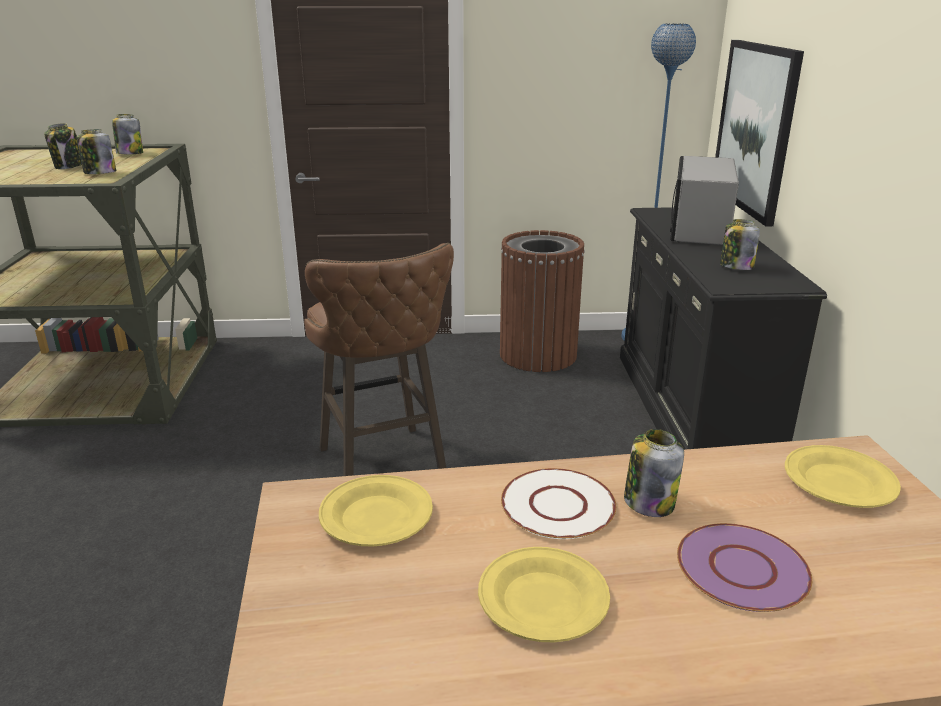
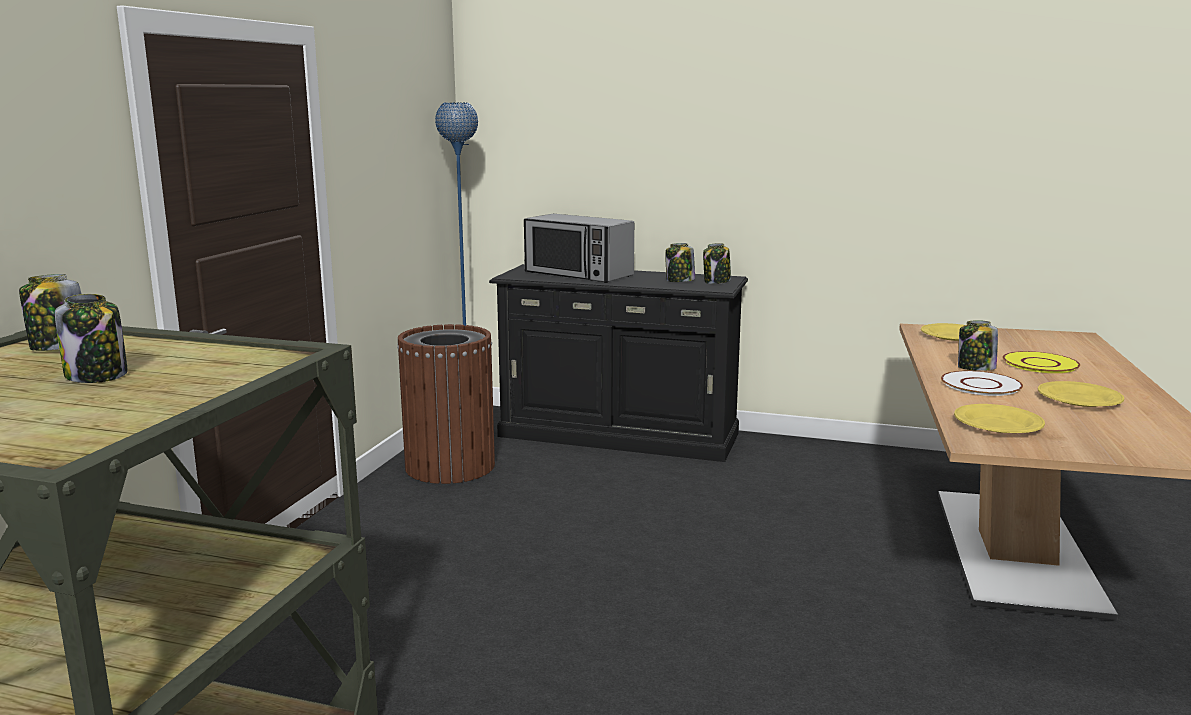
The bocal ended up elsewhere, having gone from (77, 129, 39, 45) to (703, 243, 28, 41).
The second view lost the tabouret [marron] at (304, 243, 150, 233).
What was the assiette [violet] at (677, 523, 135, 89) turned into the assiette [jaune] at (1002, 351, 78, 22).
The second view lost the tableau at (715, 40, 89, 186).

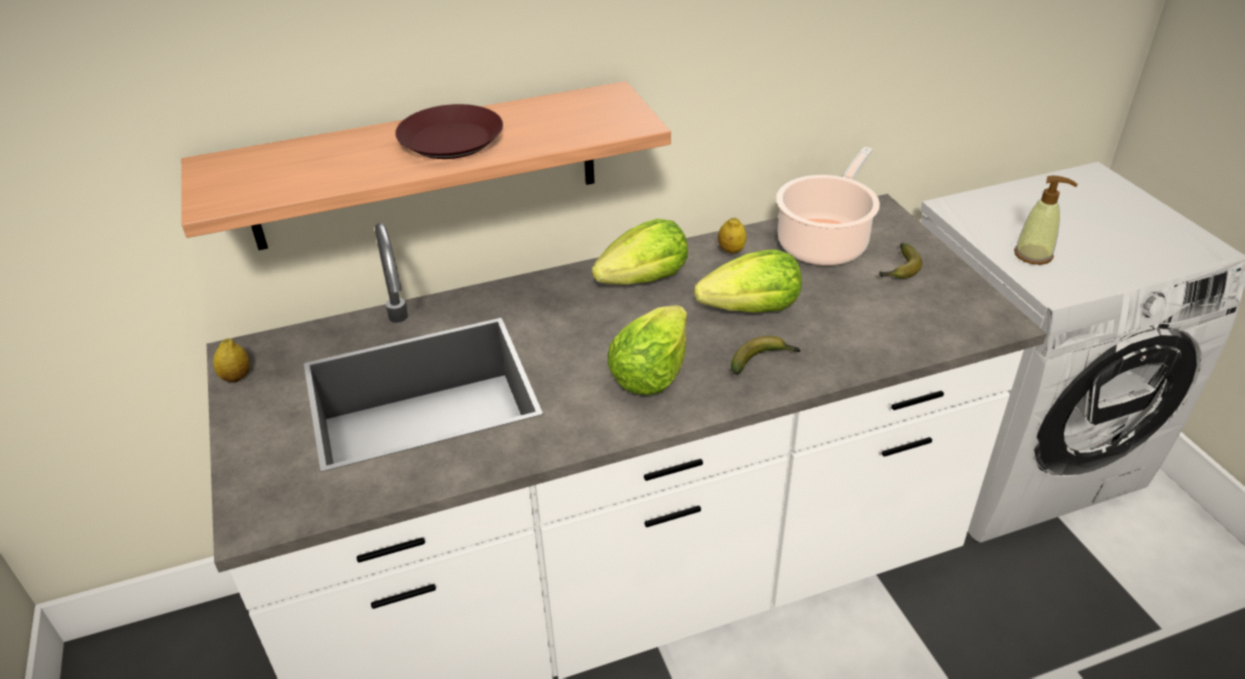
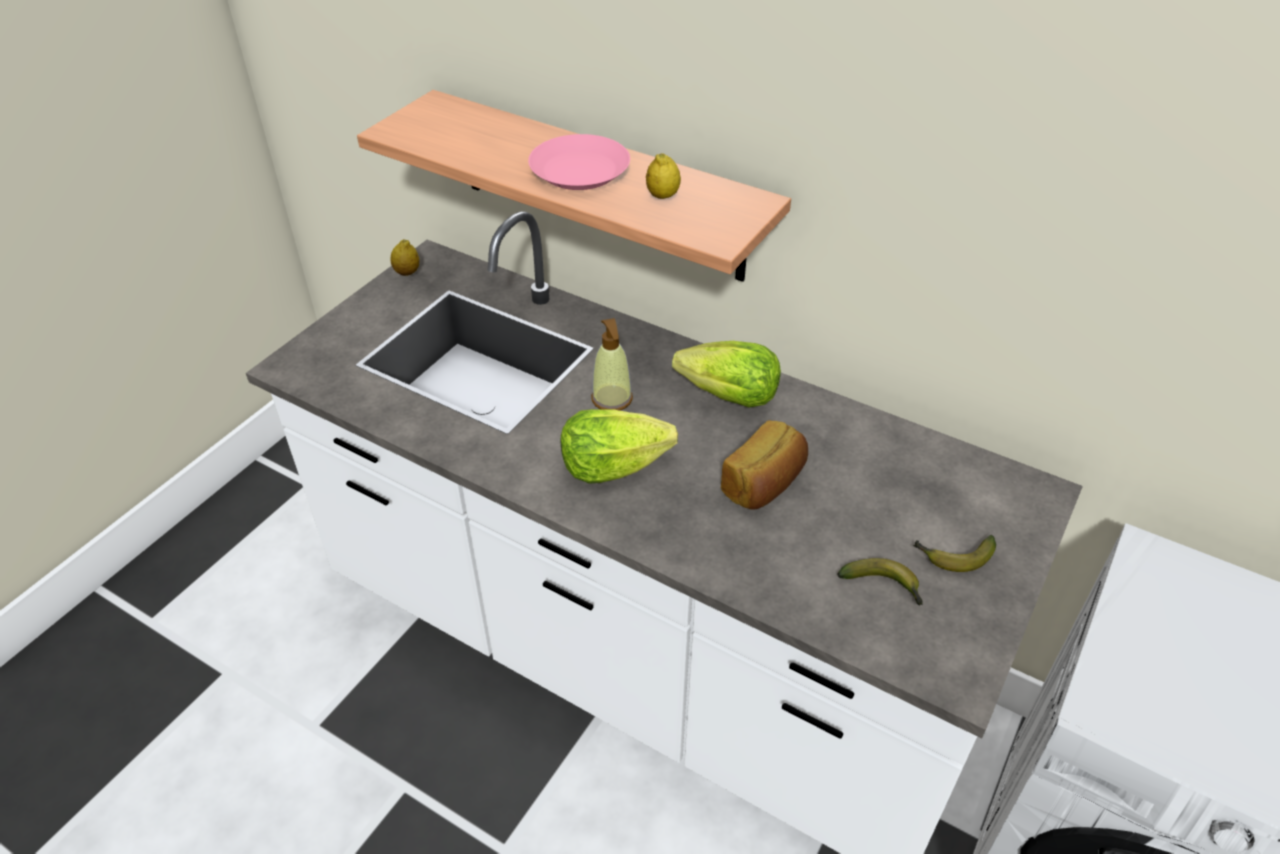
What was the assiette [marron] at (395, 104, 108, 55) turned into the assiette [rose] at (528, 134, 102, 56).
Where the laitue stood at (695, 249, 107, 64), the pain came to stand at (721, 420, 87, 89).
The citron ended up elsewhere, having gone from (718, 217, 29, 36) to (646, 153, 35, 46).
The banane ended up elsewhere, having gone from (731, 336, 70, 39) to (837, 558, 86, 48).
The second view lost the marmite at (776, 147, 104, 119).
The distributeur de savon ended up elsewhere, having gone from (1014, 176, 63, 89) to (591, 318, 42, 93).

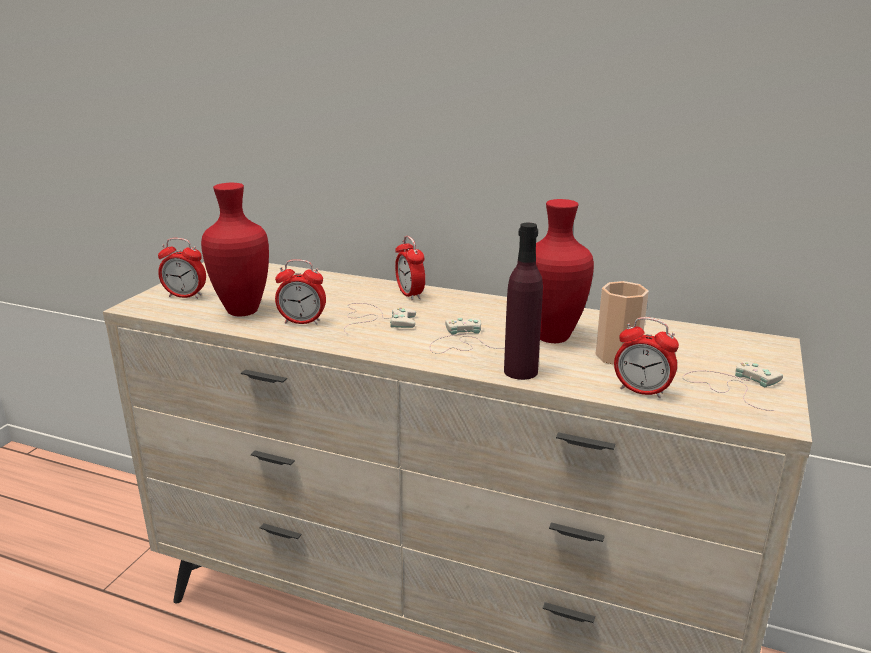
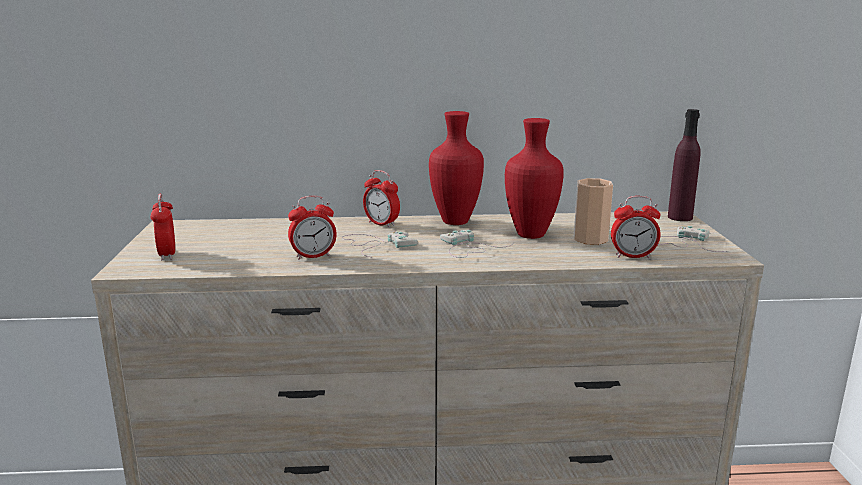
The réveil at (158, 238, 48, 61) ended up facing another way, 90 degrees clockwise from before.
The vase [rouge] ended up elsewhere, having gone from (201, 183, 68, 133) to (429, 111, 55, 114).
The bouteille [violet] ended up elsewhere, having gone from (504, 223, 39, 157) to (668, 109, 33, 112).

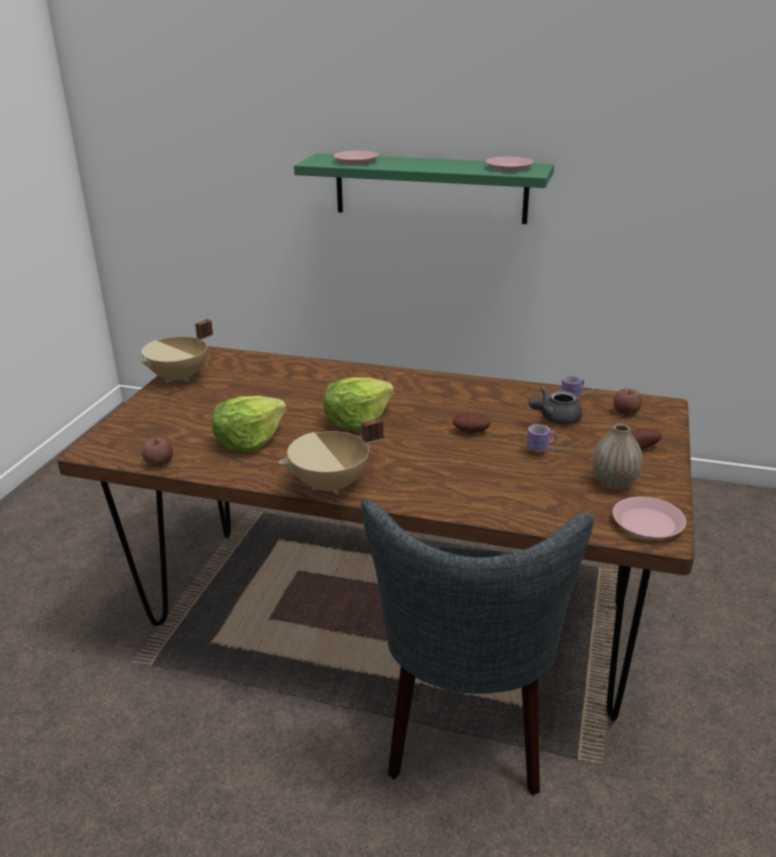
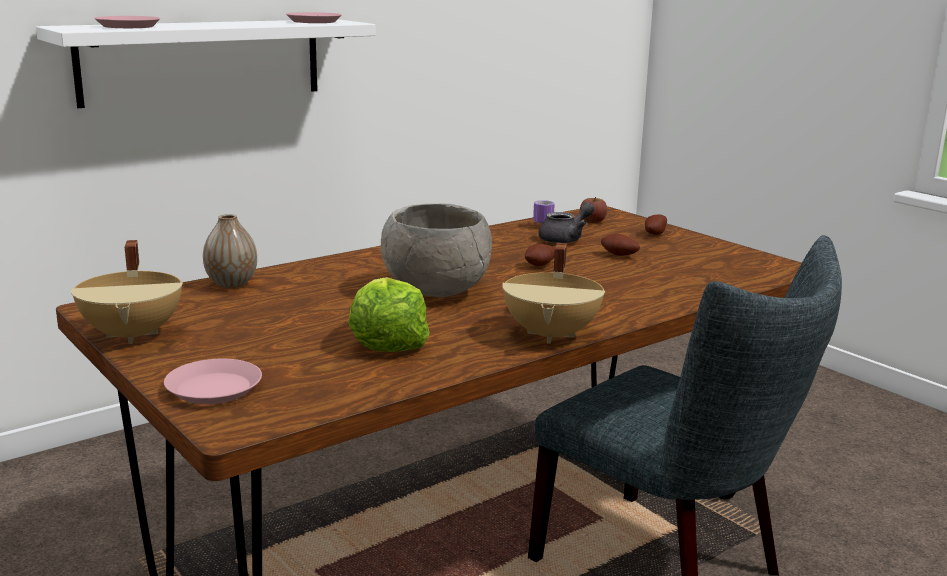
The second view lost the pomme at (142, 438, 31, 29).
What was the étagère [vert] at (294, 153, 260, 71) turned into the étagère [blanc] at (36, 19, 339, 89).
Where the laitue stood at (323, 377, 71, 55), the bol [gris] came to stand at (381, 203, 111, 94).
Where the mug stood at (527, 424, 45, 28), the pomme de terre came to stand at (601, 234, 39, 22).
The théière [gris] at (529, 387, 53, 37) ended up facing another way, 135 degrees counterclockwise from before.
The vase ended up elsewhere, having gone from (592, 424, 51, 66) to (203, 214, 54, 74).
The assiette [rose] ended up elsewhere, having gone from (612, 496, 74, 44) to (164, 359, 98, 45).

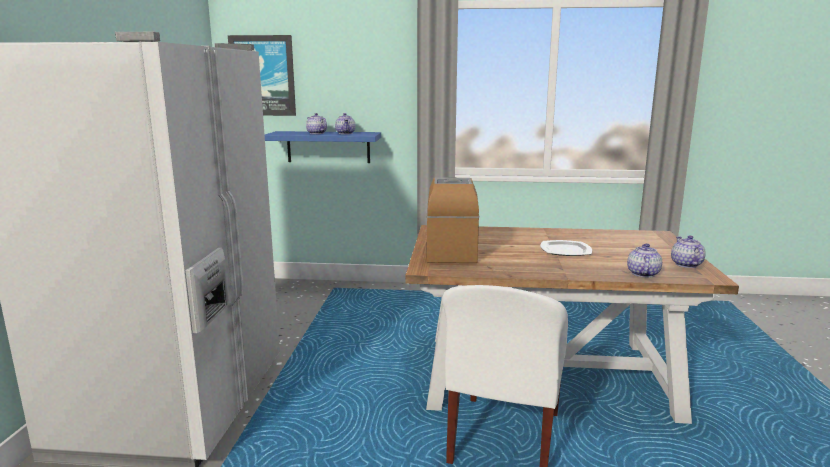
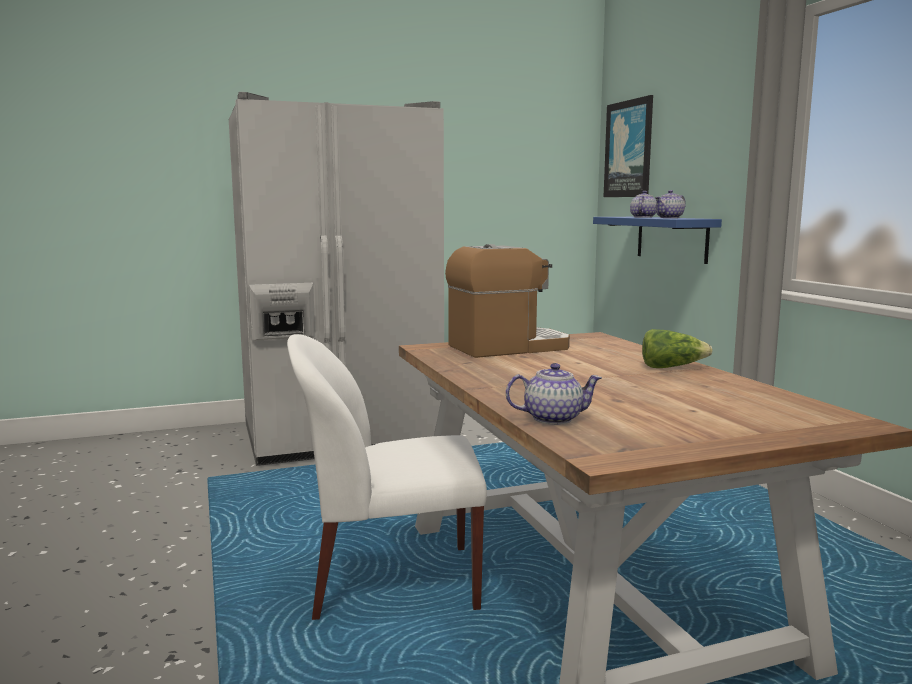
The second view lost the assiette at (540, 240, 52, 16).
The second view lost the théière at (671, 235, 35, 33).
The second view gained the laitue at (642, 329, 71, 39).

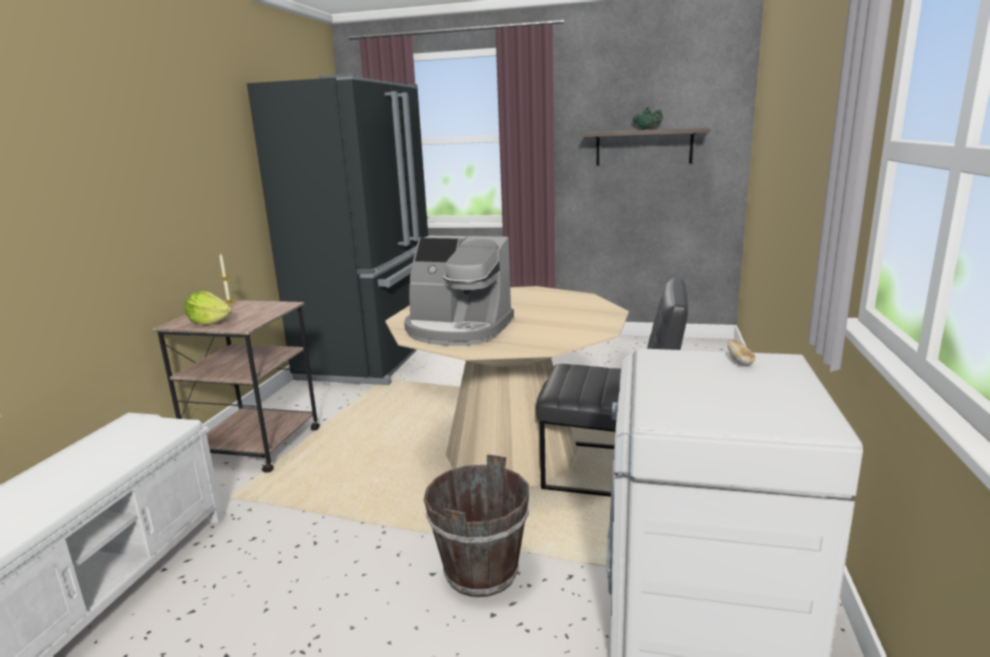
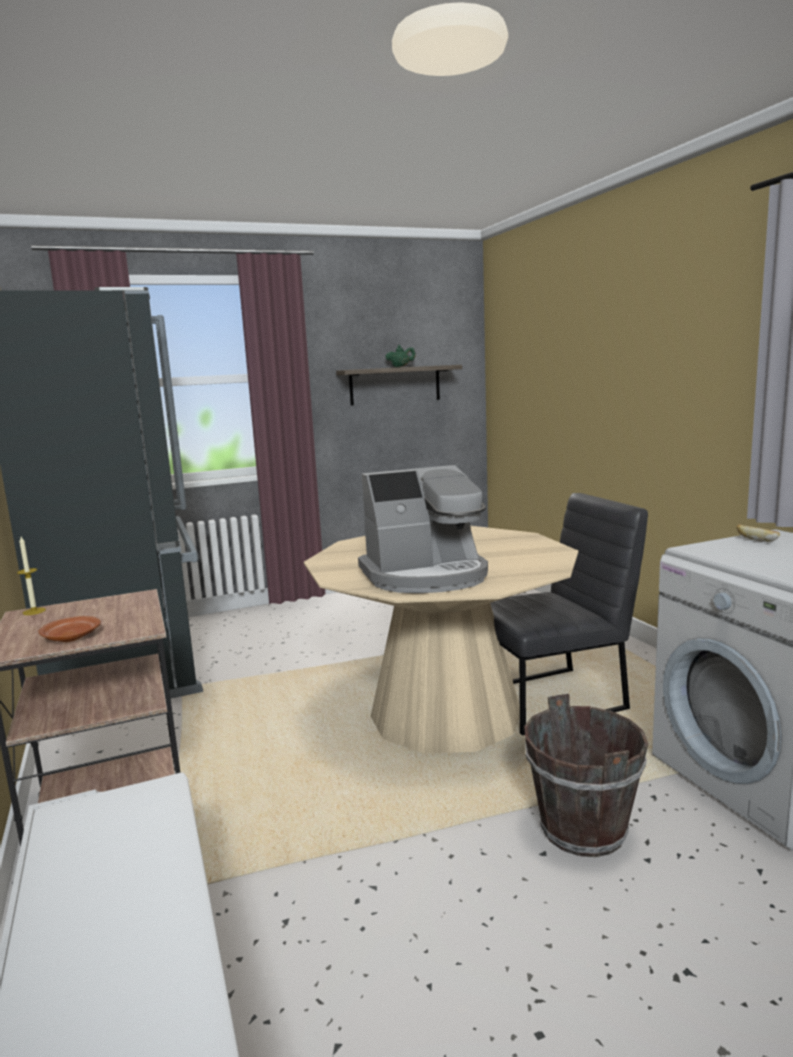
Where the laitue stood at (184, 291, 48, 34), the assiette [marron] came to stand at (39, 616, 62, 26).

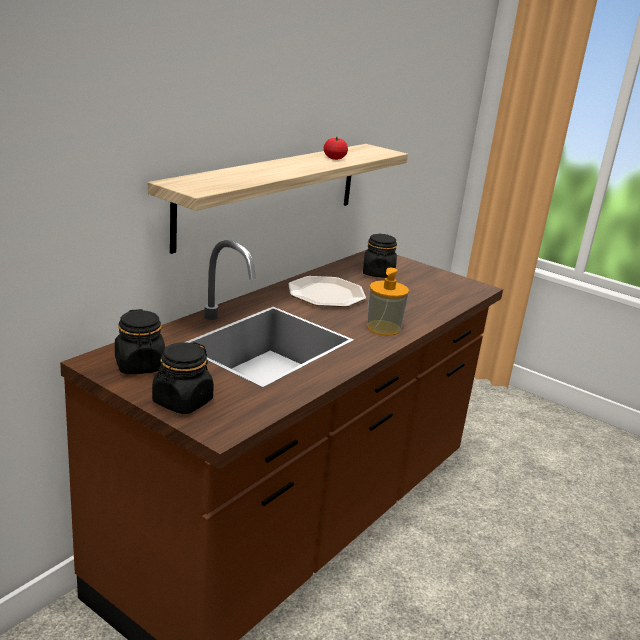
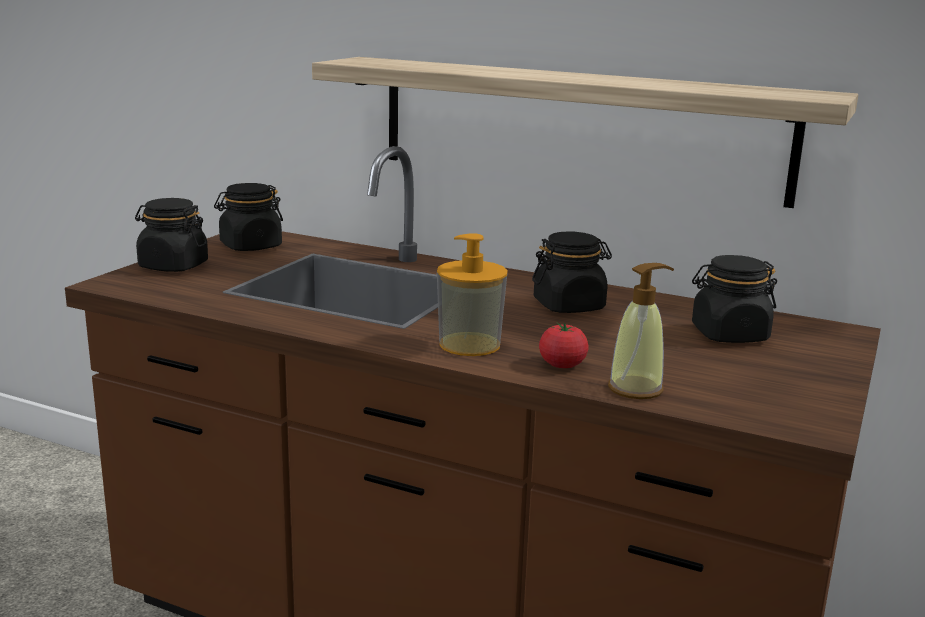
Where the assiette stood at (288, 276, 78, 31), the bocal [noir] came to stand at (532, 231, 80, 82).
The tomate ended up elsewhere, having gone from (324, 137, 24, 23) to (539, 322, 50, 46).
The second view gained the distributeur de savon at (608, 263, 66, 136).

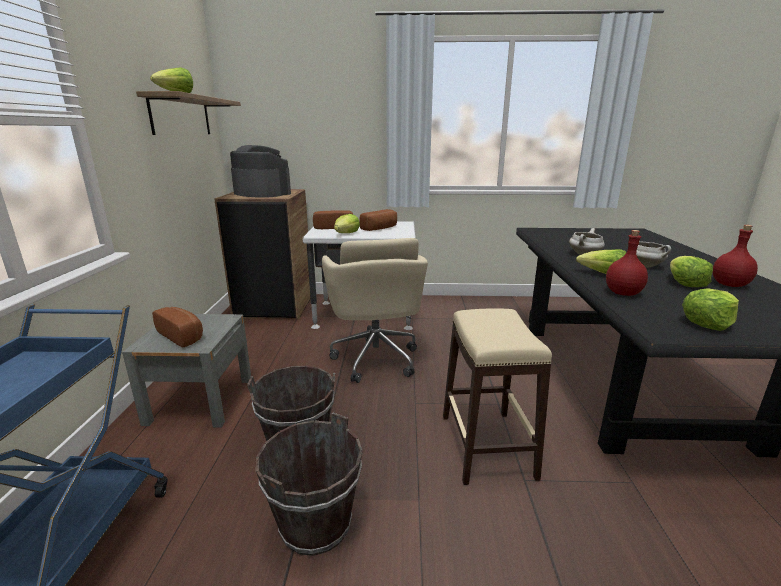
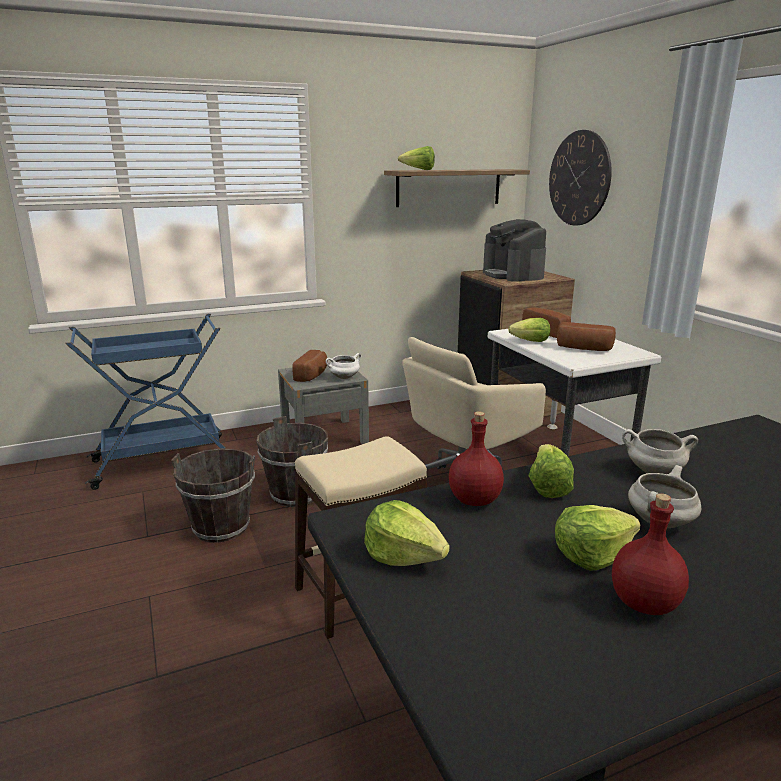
The machine à café at (230, 145, 61, 53) ended up facing another way, 150 degrees clockwise from before.
The second view gained the marmite [blanc] at (326, 353, 35, 26).
The second view gained the horloge murale at (549, 130, 63, 95).

